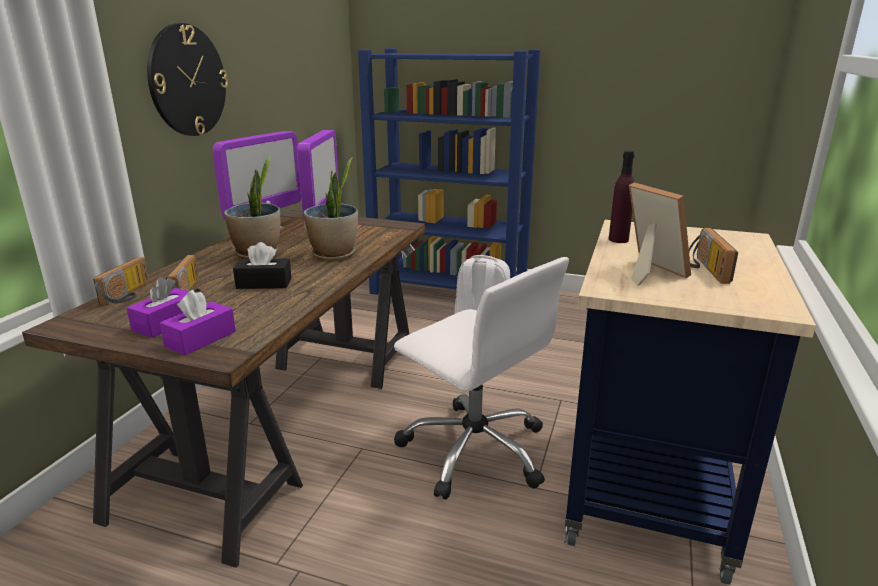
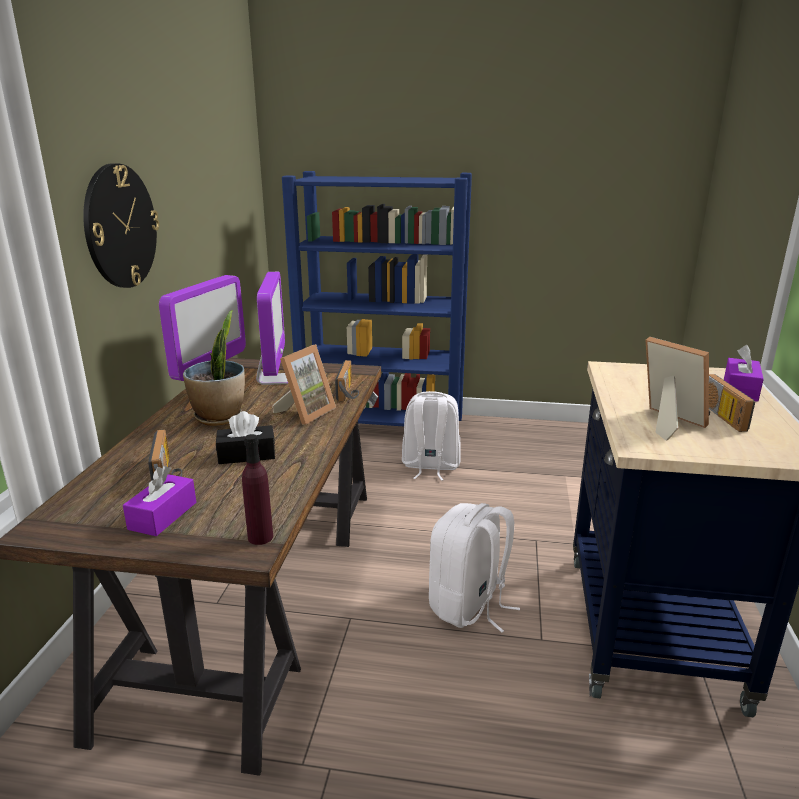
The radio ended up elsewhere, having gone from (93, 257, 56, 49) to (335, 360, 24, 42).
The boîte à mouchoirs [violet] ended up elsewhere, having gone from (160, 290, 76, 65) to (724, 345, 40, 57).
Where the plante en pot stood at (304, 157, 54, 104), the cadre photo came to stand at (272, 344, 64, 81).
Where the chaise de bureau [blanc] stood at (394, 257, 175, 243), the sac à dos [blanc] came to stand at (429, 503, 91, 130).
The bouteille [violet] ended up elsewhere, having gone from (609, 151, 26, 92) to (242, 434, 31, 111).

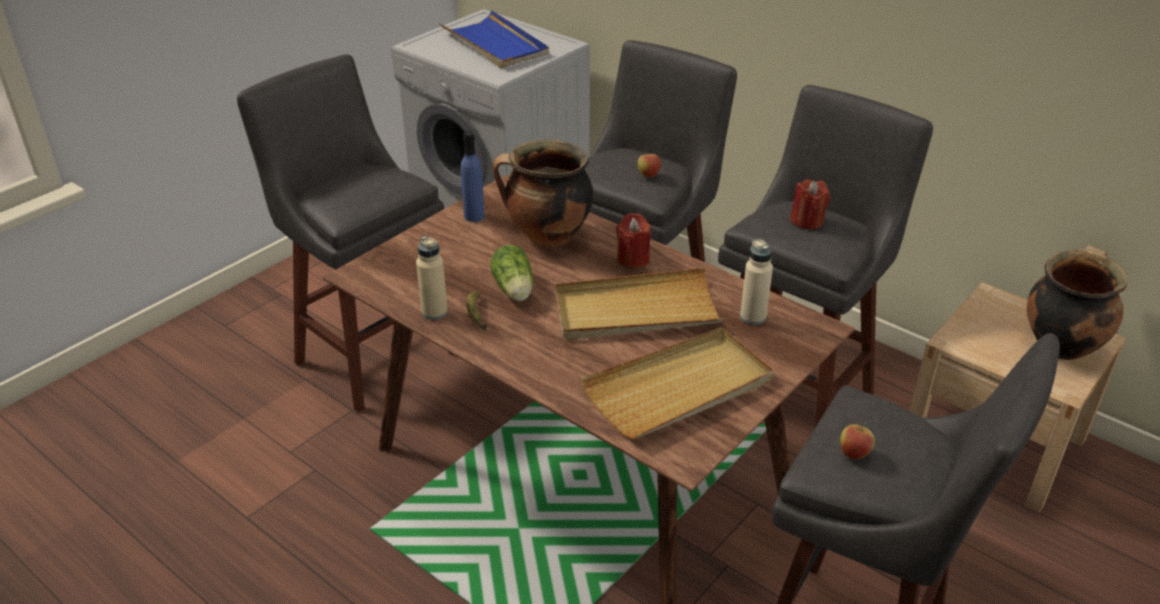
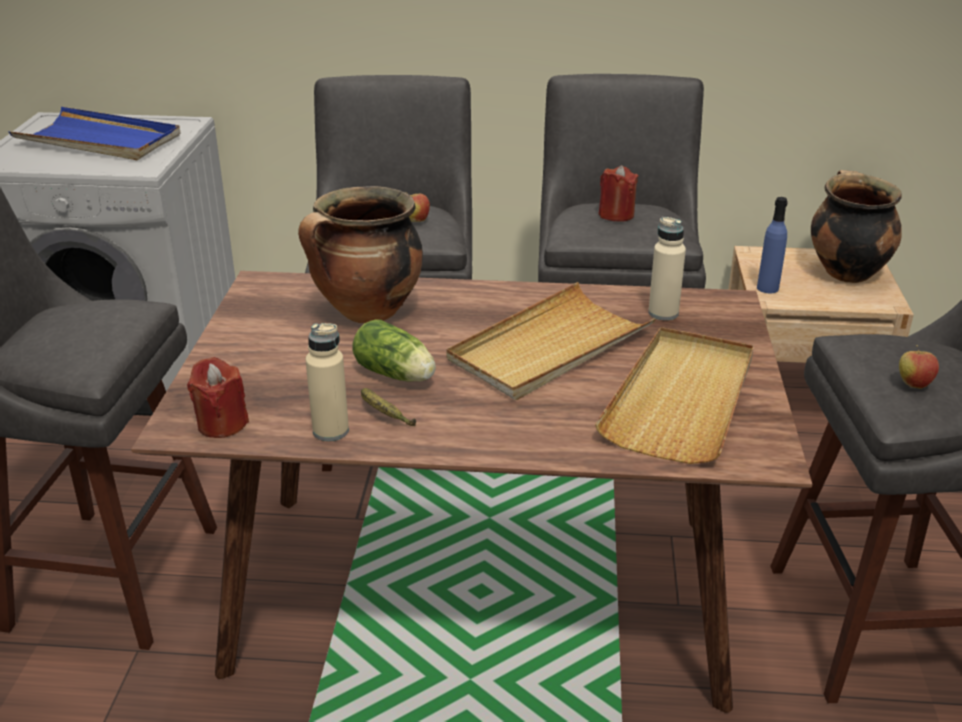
The bouteille [bleu] ended up elsewhere, having gone from (461, 132, 24, 90) to (757, 197, 31, 96).
The bougie [rouge] ended up elsewhere, having gone from (616, 213, 35, 55) to (187, 357, 62, 81).

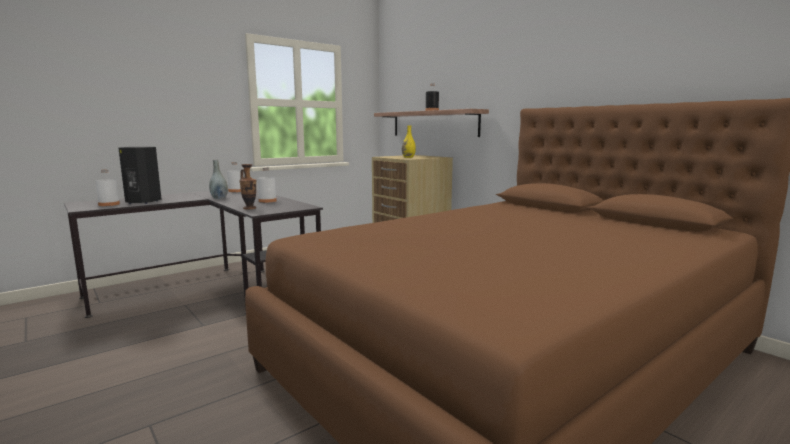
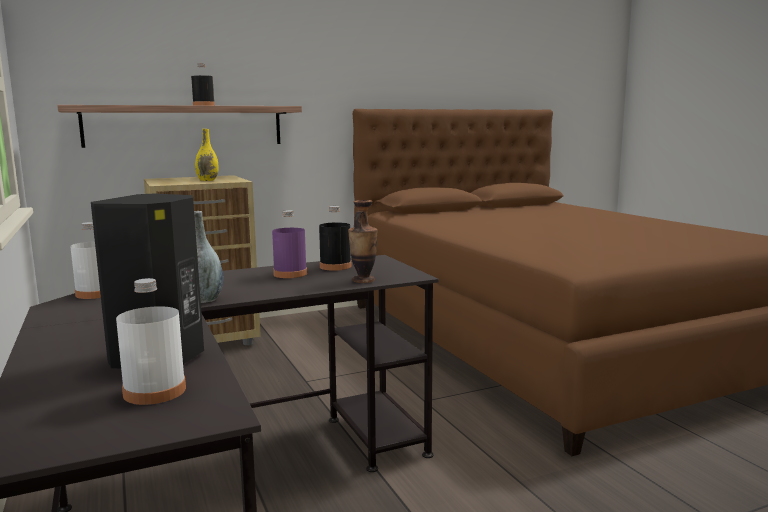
What was the bouteille [blanc] at (257, 167, 20, 36) turned into the bouteille [violet] at (272, 210, 35, 68).
The second view gained the bouteille [noir] at (319, 206, 33, 65).

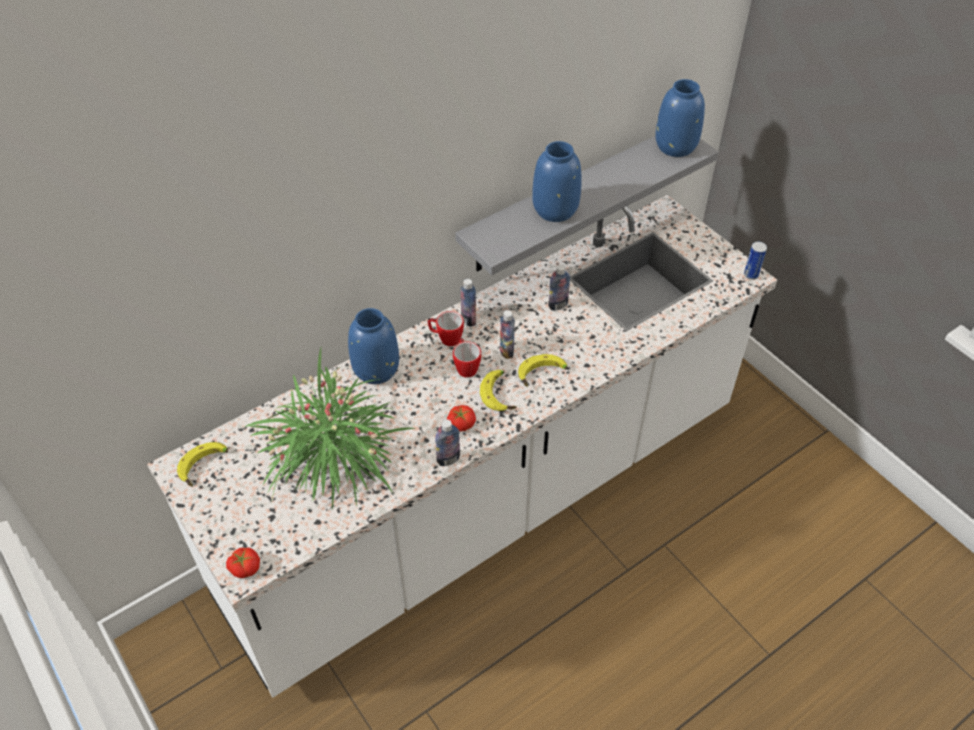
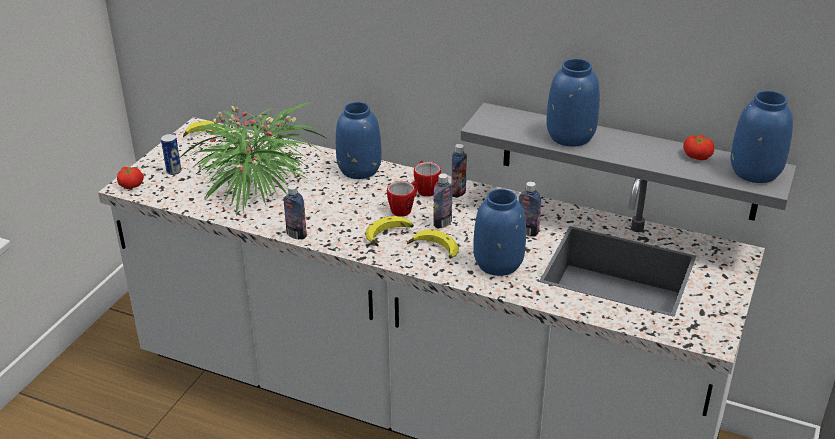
The tomate ended up elsewhere, having gone from (447, 405, 29, 26) to (683, 135, 31, 25).
The boîte métallique ended up elsewhere, having gone from (744, 242, 23, 38) to (161, 134, 21, 41).
The second view gained the vase [bleu] at (473, 189, 53, 87).

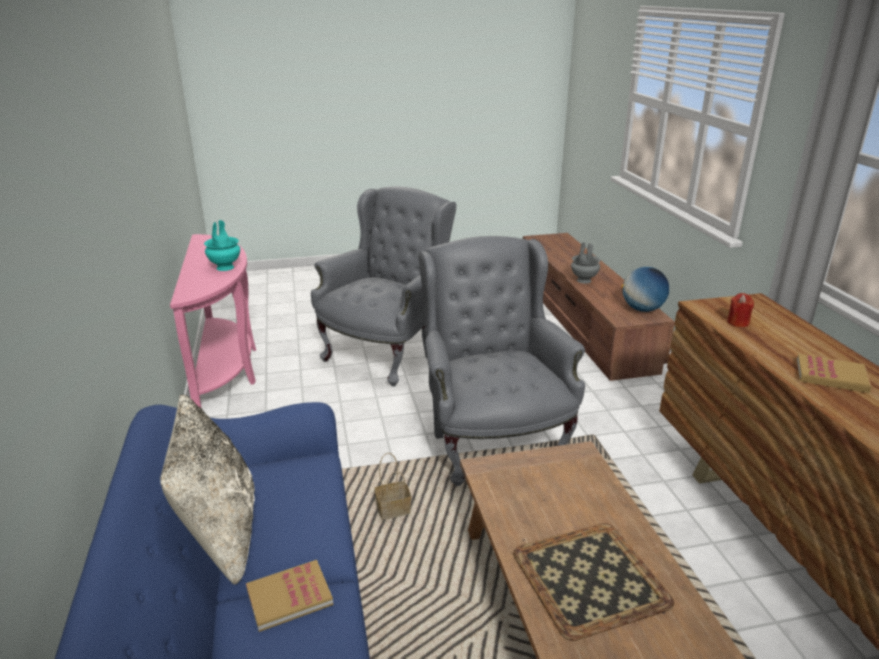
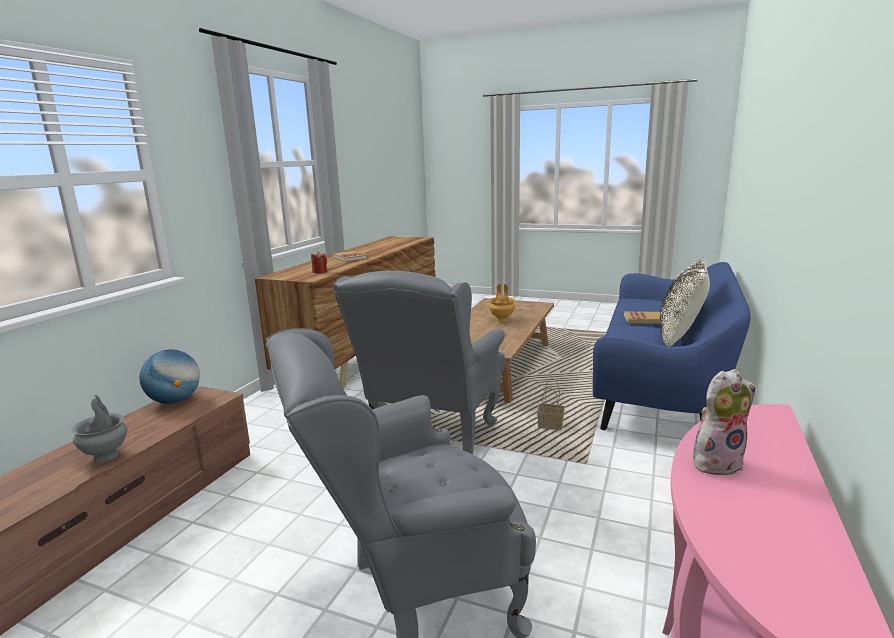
Where the vase [turquoise] stood at (204, 220, 36, 51), the peluche came to stand at (693, 369, 63, 106).
Where the plateau stood at (513, 523, 161, 118), the vase [marron] came to stand at (489, 284, 26, 38).

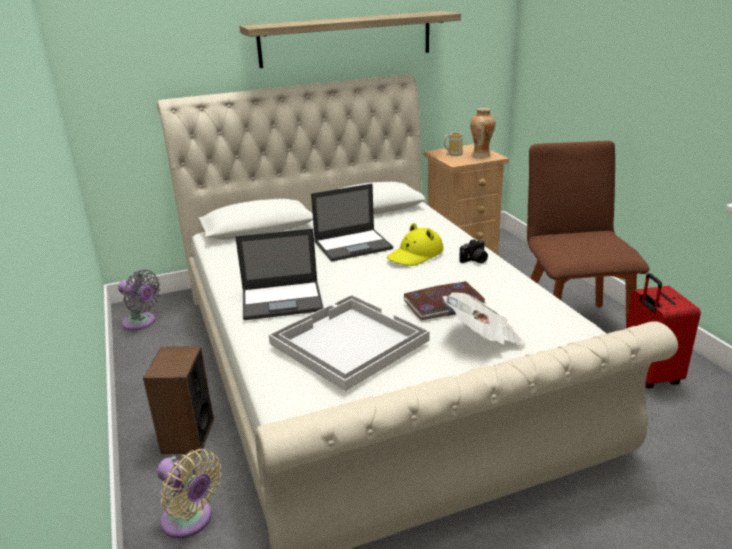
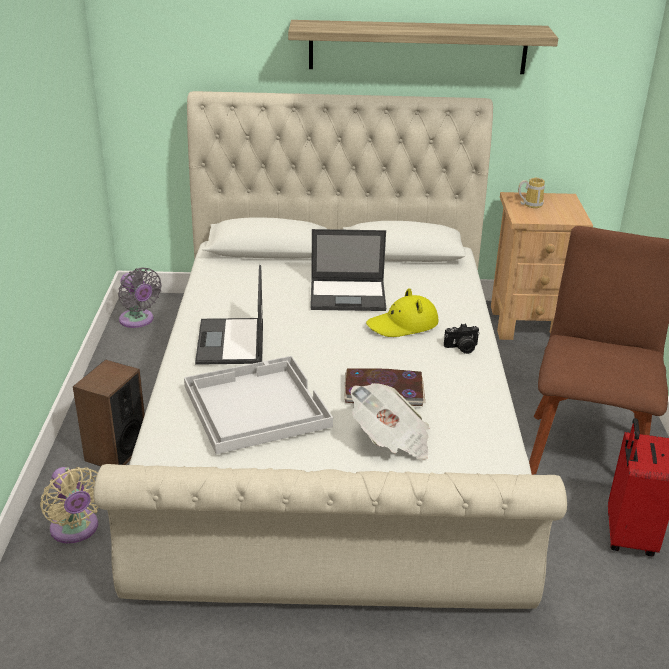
The ordinateur portable at (235, 228, 89, 92) ended up facing another way, 75 degrees clockwise from before.
The second view lost the vase at (470, 108, 26, 50).

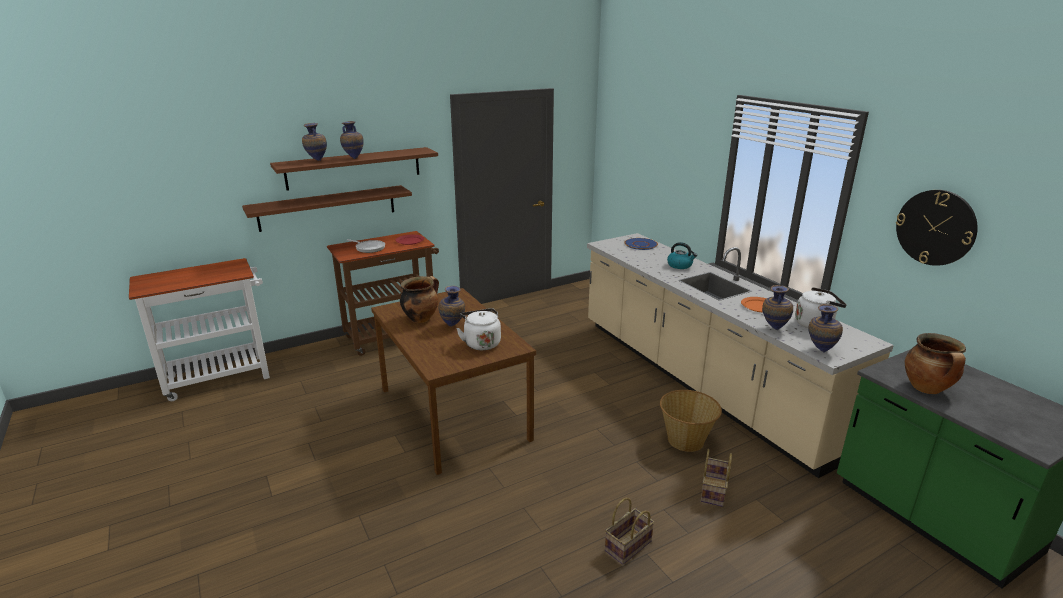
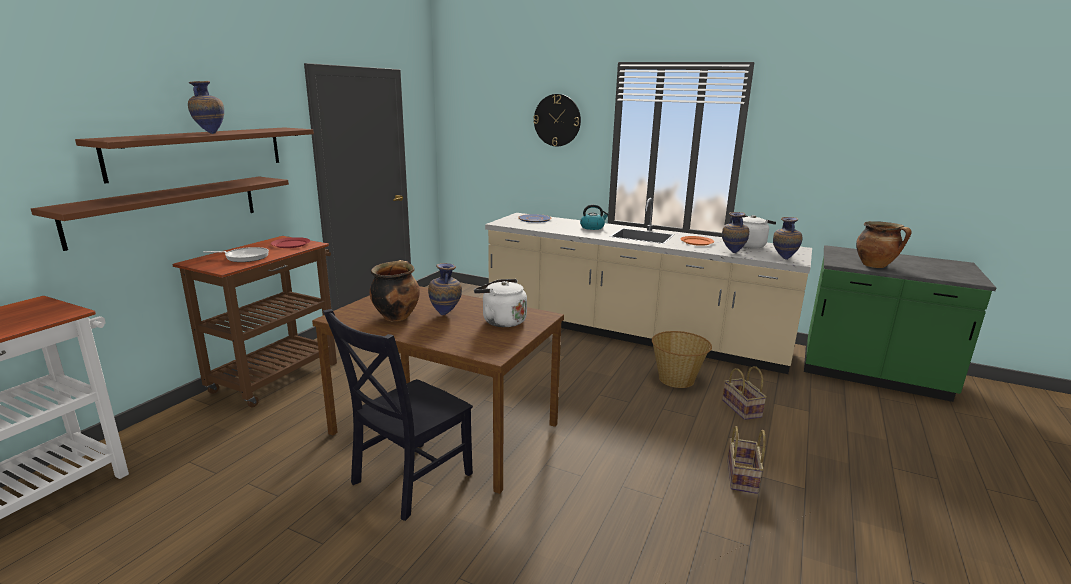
The second view lost the vase at (302, 123, 25, 38).
The horloge murale ended up elsewhere, having gone from (896, 190, 82, 76) to (534, 94, 47, 52).
The second view gained the chaise [noir] at (323, 309, 150, 212).

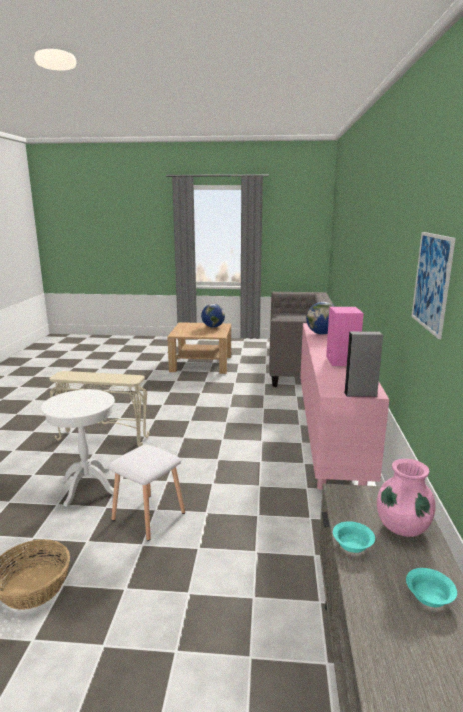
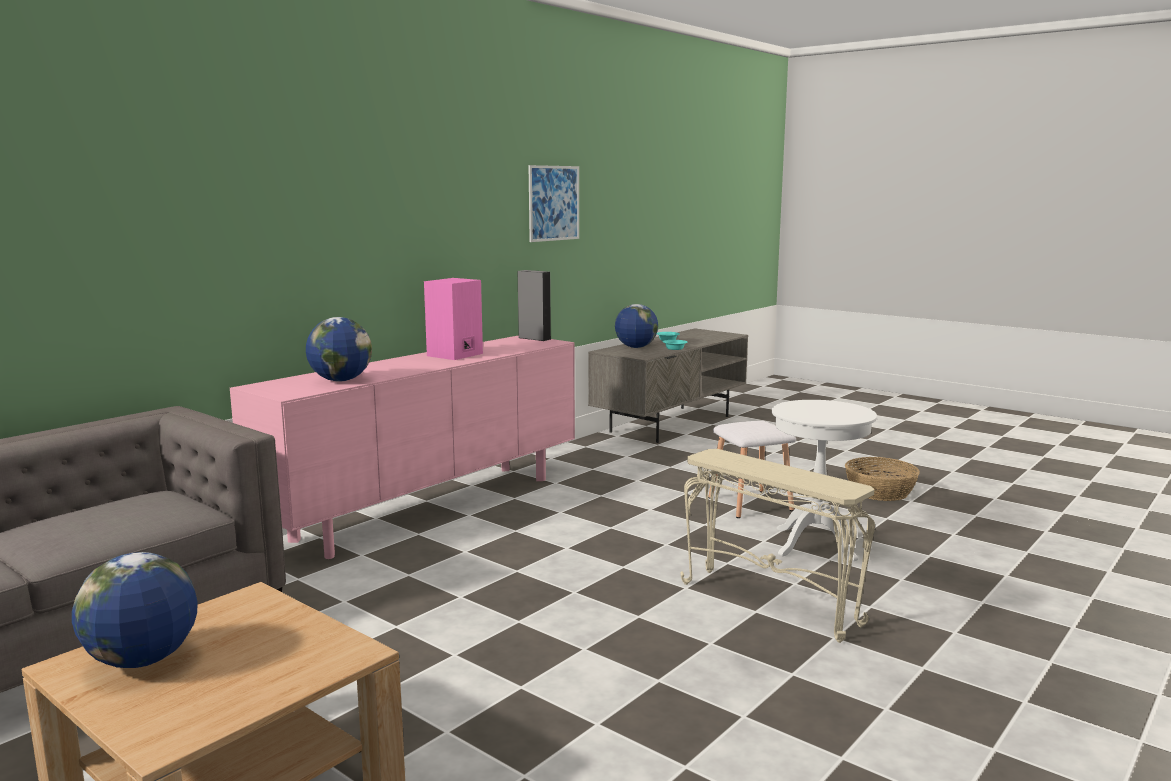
Where the vase [rose] stood at (377, 459, 59, 78), the globe came to stand at (615, 304, 43, 44).

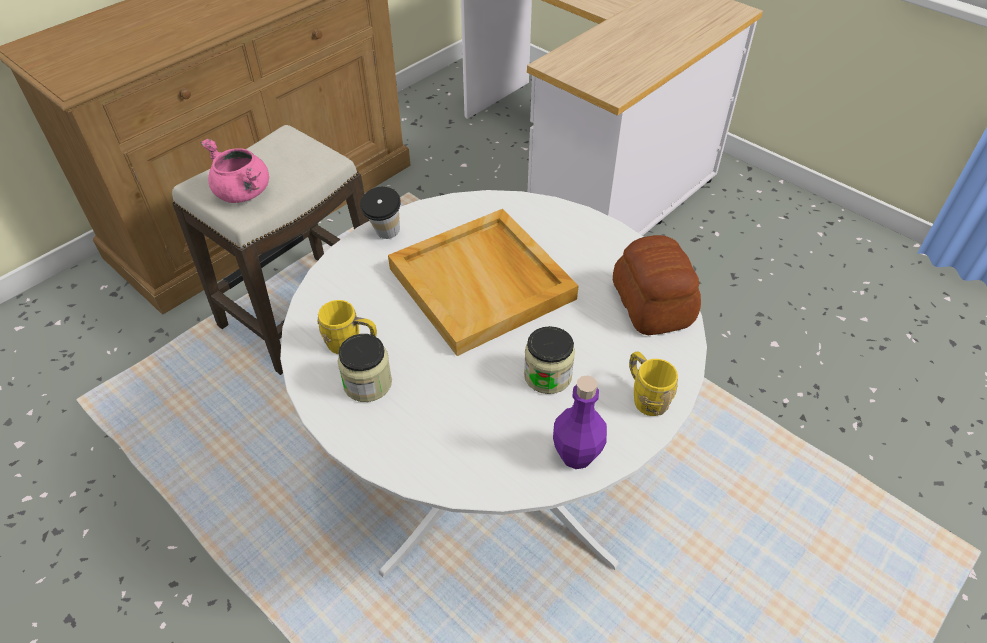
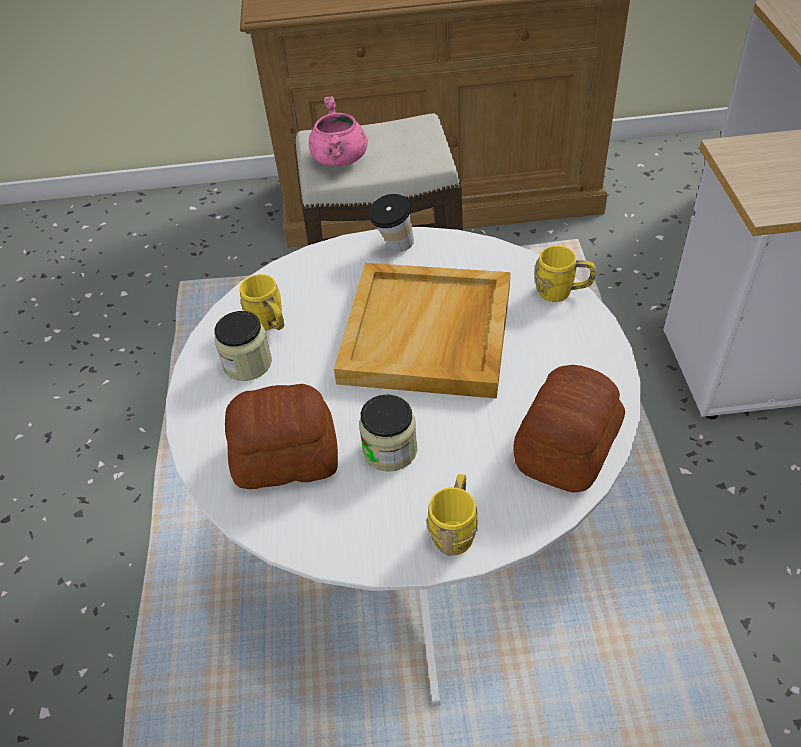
The second view lost the bouteille [violet] at (553, 375, 54, 94).
The second view gained the pain at (225, 384, 113, 105).
The second view gained the mug [jaune] at (535, 246, 61, 56).

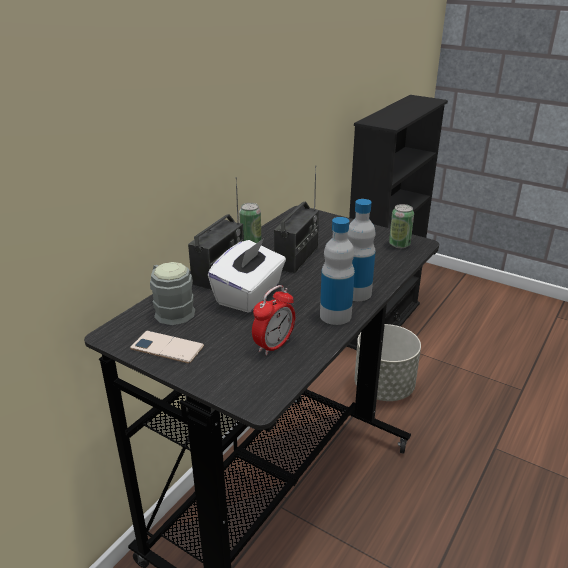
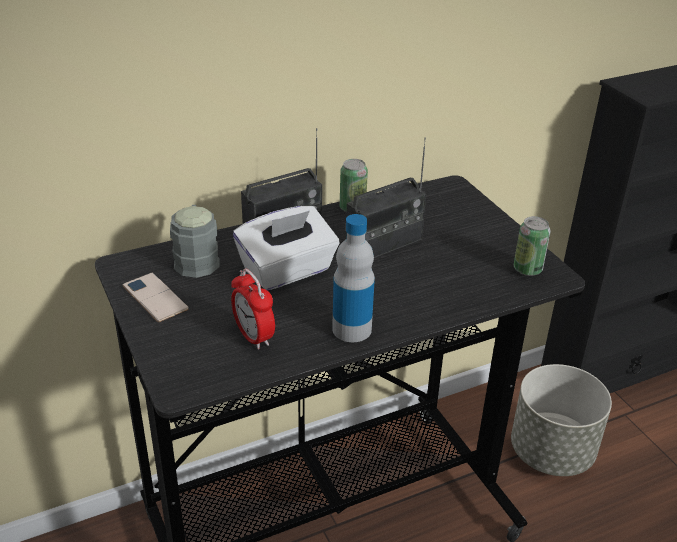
The réveil at (252, 285, 43, 71) ended up facing another way, 75 degrees clockwise from before.
The second view lost the bouteille at (347, 199, 29, 102).

